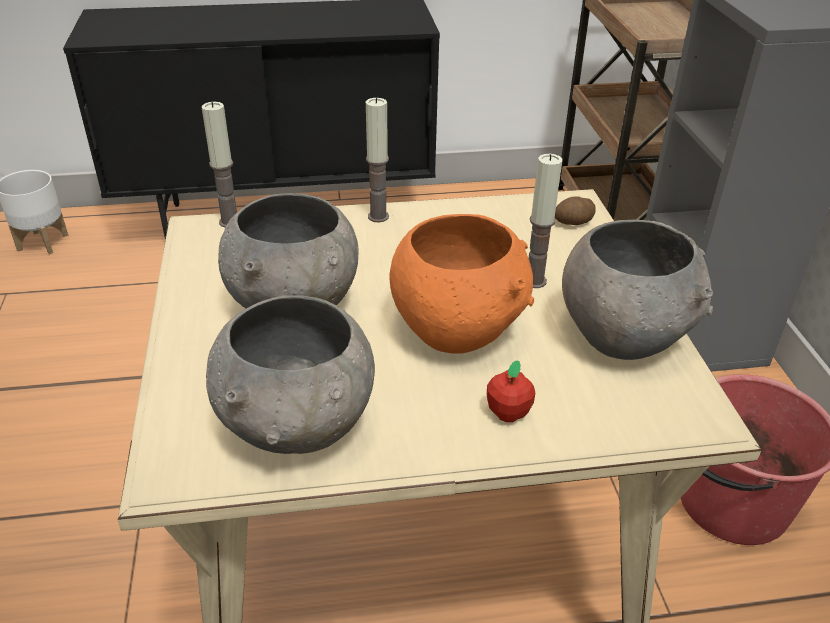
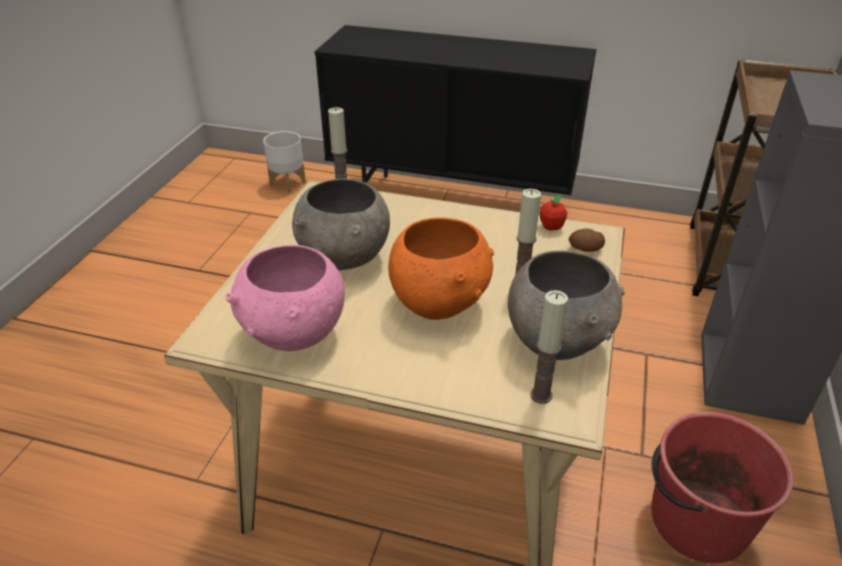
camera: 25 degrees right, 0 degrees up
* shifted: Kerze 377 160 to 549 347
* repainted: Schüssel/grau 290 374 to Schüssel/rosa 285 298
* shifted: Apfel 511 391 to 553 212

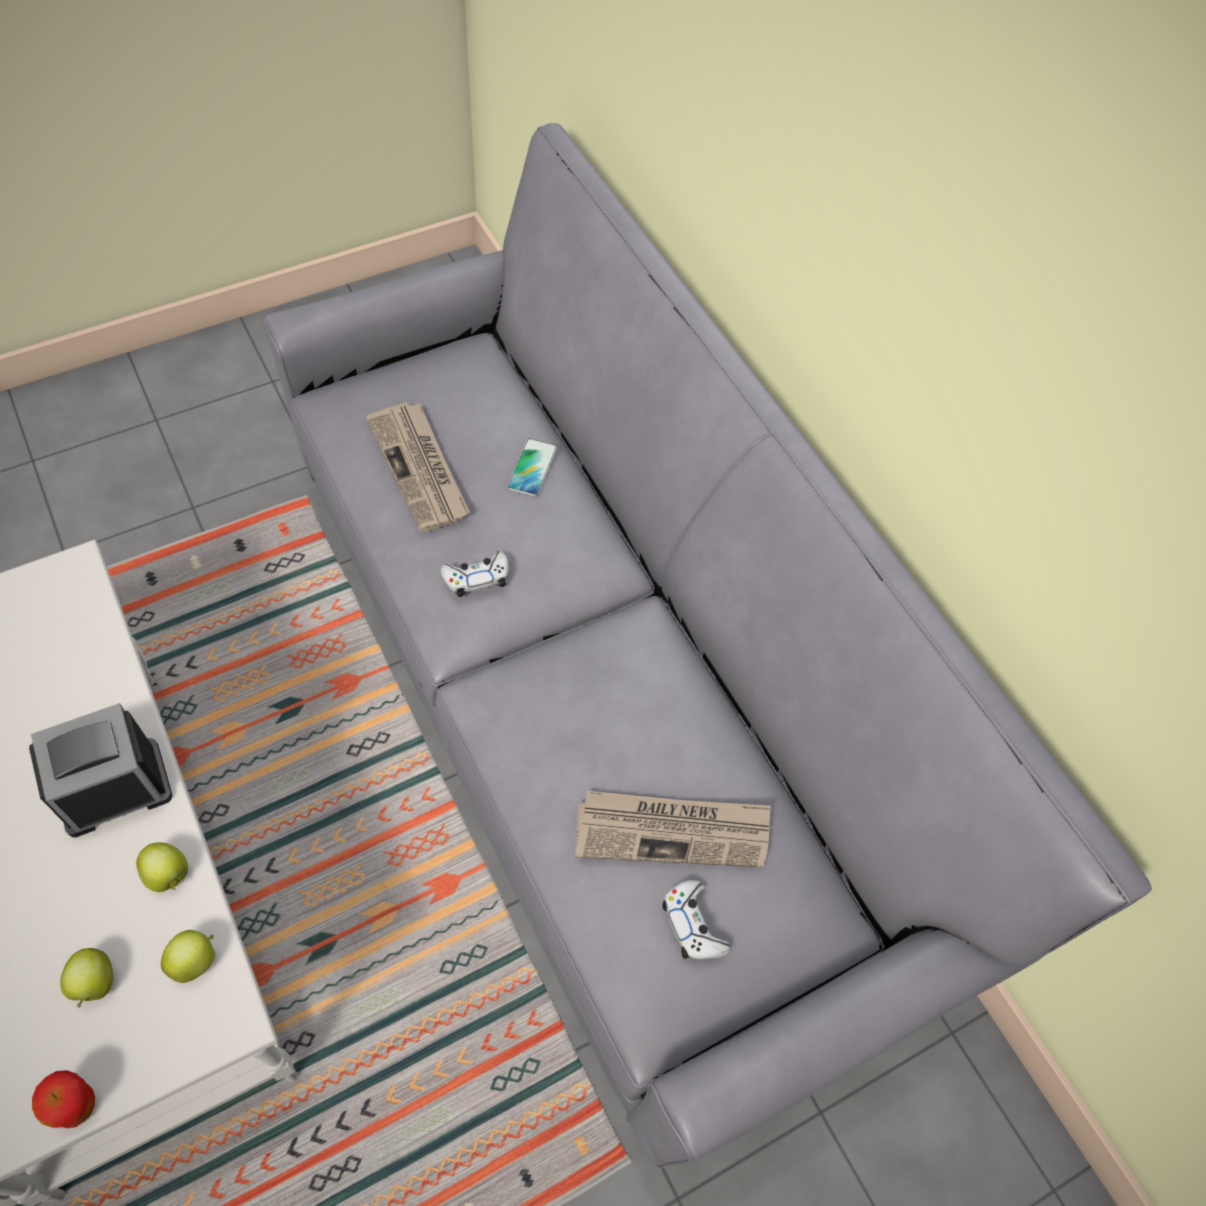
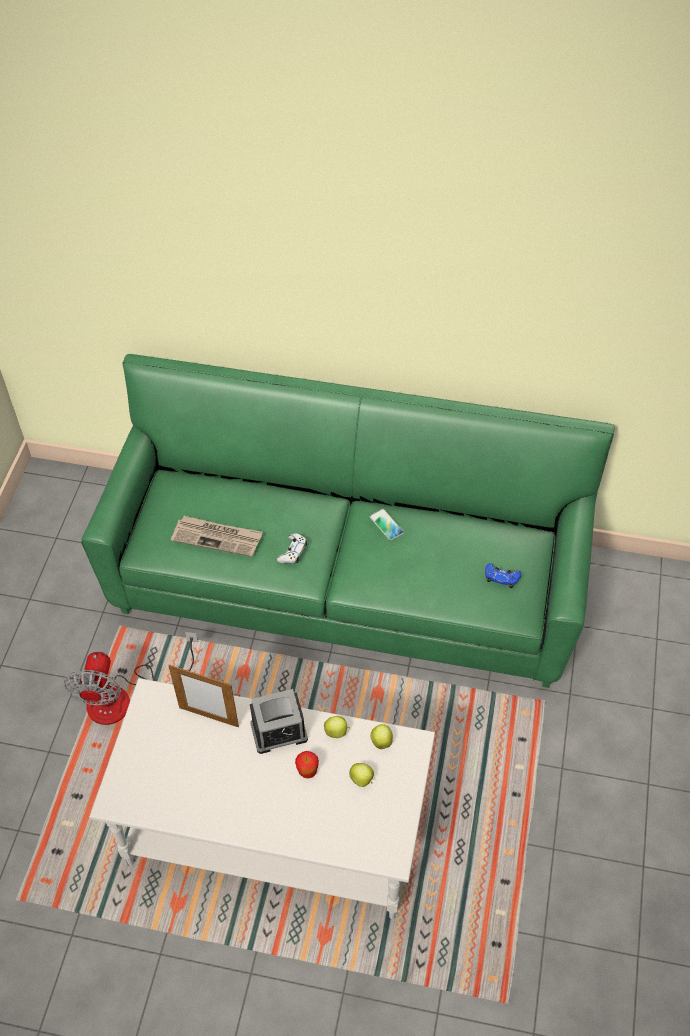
camera: 45 degrees left, 5 degrees down
* repainted: Sofa/grau 707 646 to Sofa/grün 348 521
* shifted: Handy 532 467 to 387 525
* rotated: Wecker 101 770 = 279 721 120 degrees counterclockwise
* gone: Zeitung 673 829
* repainted: Gamepad/weiß 696 919 to Gamepad/blau 503 575
* shifted: Apfel 63 1099 to 307 764
* new: Ventilator 131 678
* new: Bilderrahmen 203 696

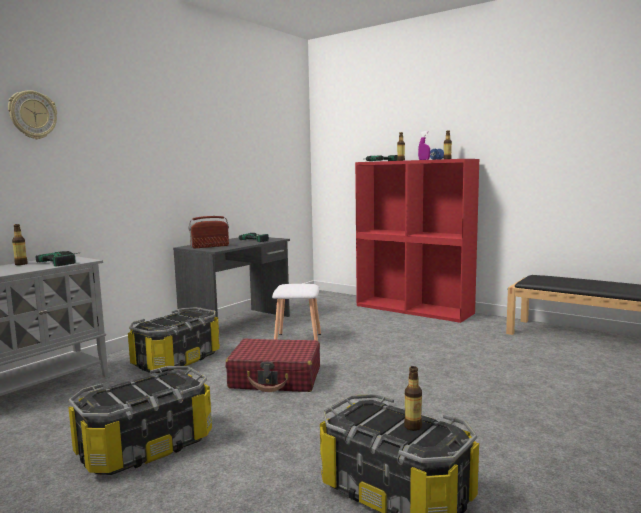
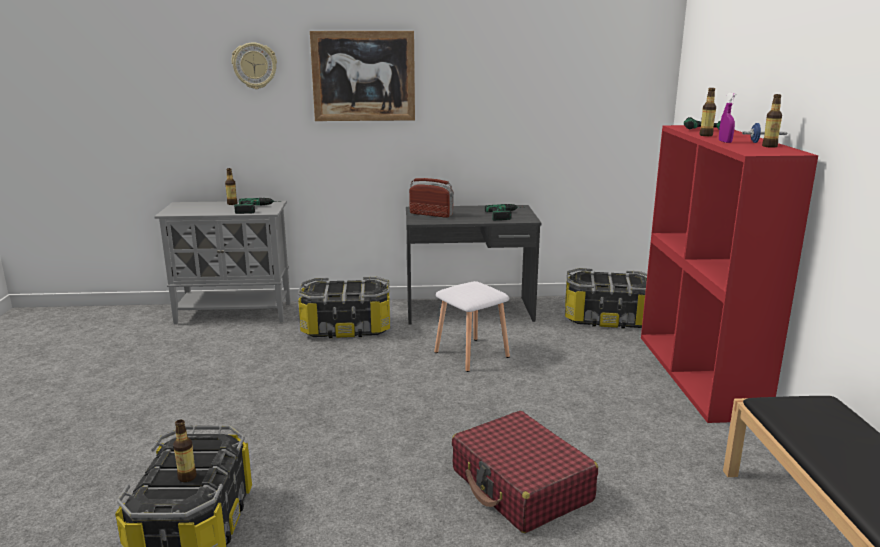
camera: 50 degrees right, 10 degrees up
* shifted: Koffer/rot 272 365 to 525 472
* shifted: Aufbewahrungsbox 140 420 to 606 298
* new: Bild 362 76

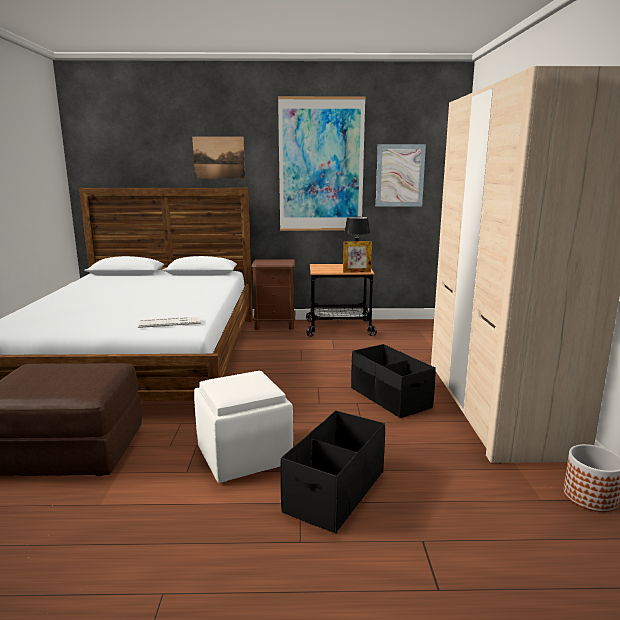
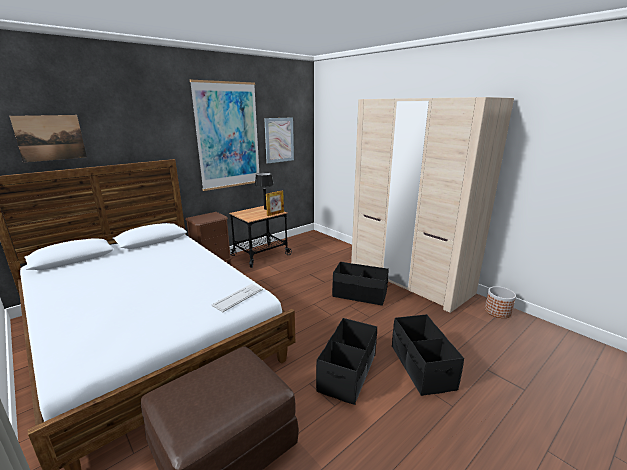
camera: 40 degrees left, 5 degrees up
* shifted: Bild 218 157 to 48 138
* swapped: Polsterhocker/weiß 243 427 to Aufbewahrungsbox/schwarz 346 361

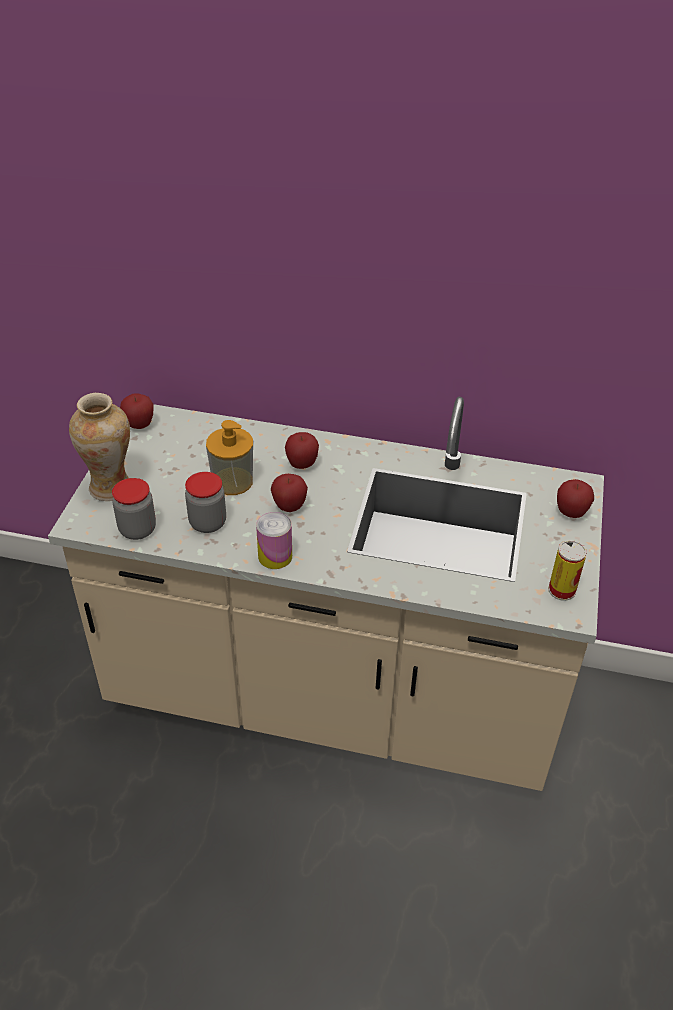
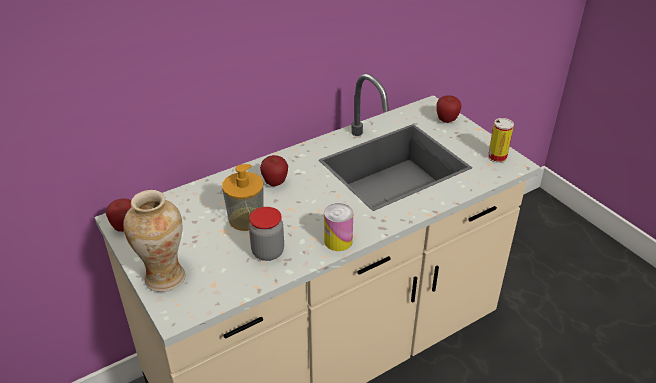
camera: 45 degrees left, 5 degrees down
* gone: Apfel 289 493
* gone: Vorratsglas 134 509

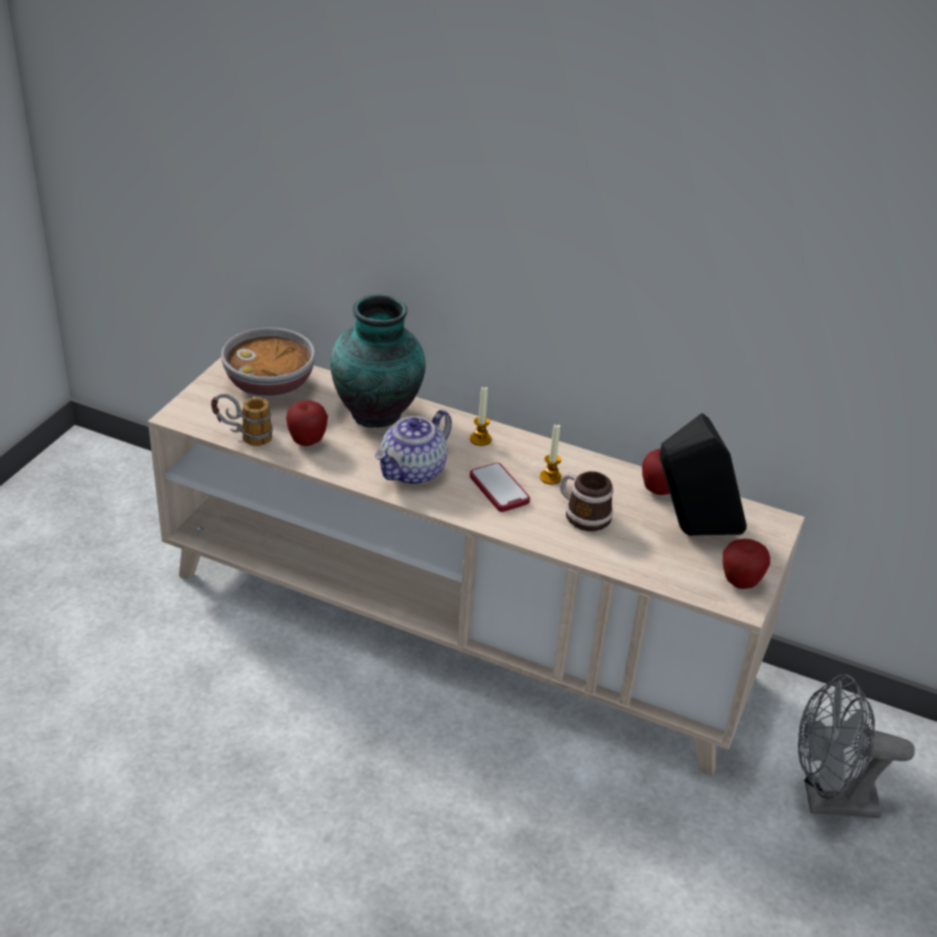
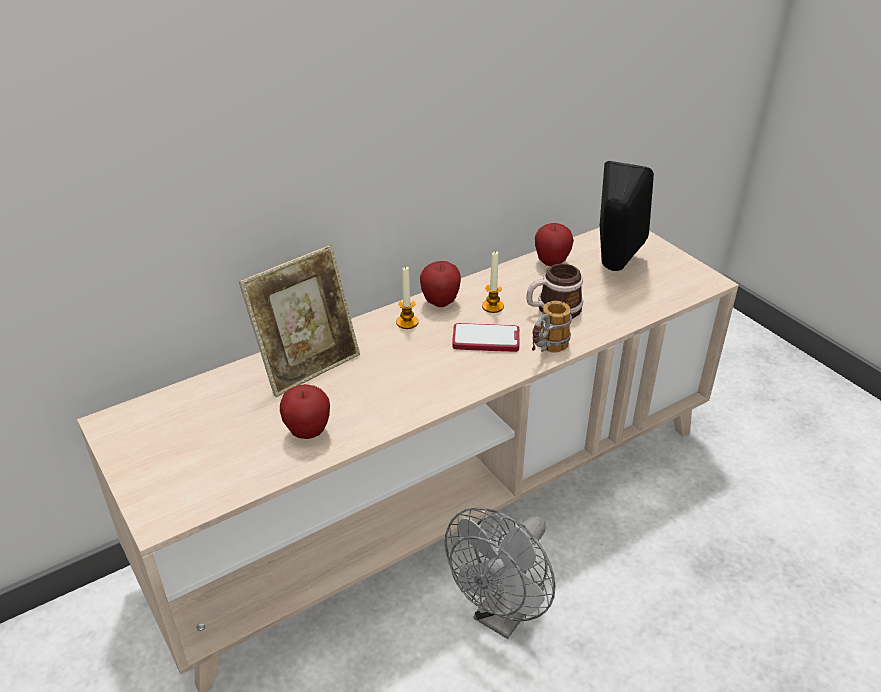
camera: 55 degrees left, 0 degrees up
* swapped: Vase 378 361 to Bilderrahmen 299 321
* gone: Schüssel 268 363
* shifted: Henkelbecher 242 420 to 552 326
* gone: Teekanne 413 447
* shifted: Apfel 746 564 to 440 284
* shifted: Ventilator/grau 856 746 to 500 573

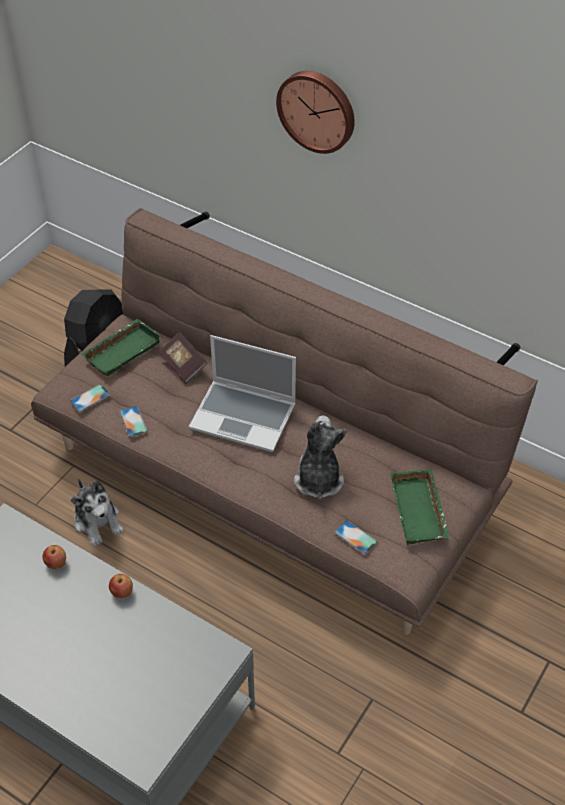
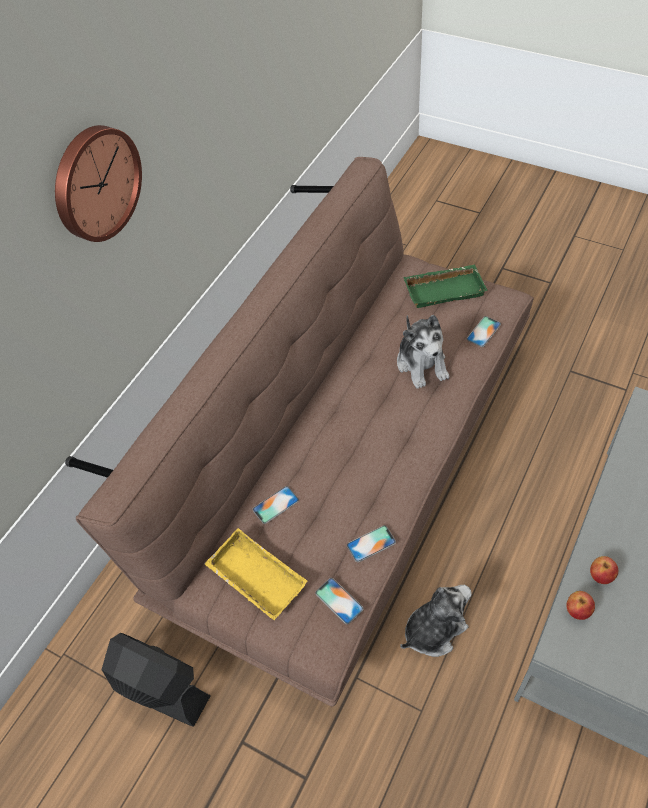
camera: 90 degrees left, 5 degrees up
* repainted: Tablett/grün 121 347 to Tablett/gelb 256 574
* swapped: Buch 182 358 to Handy 275 505
* gone: Laptop 242 393
* rotated: Plüschtier 320 457 = 423 352 105 degrees counterclockwise
* shifted: Apfel 121 586 to 580 605

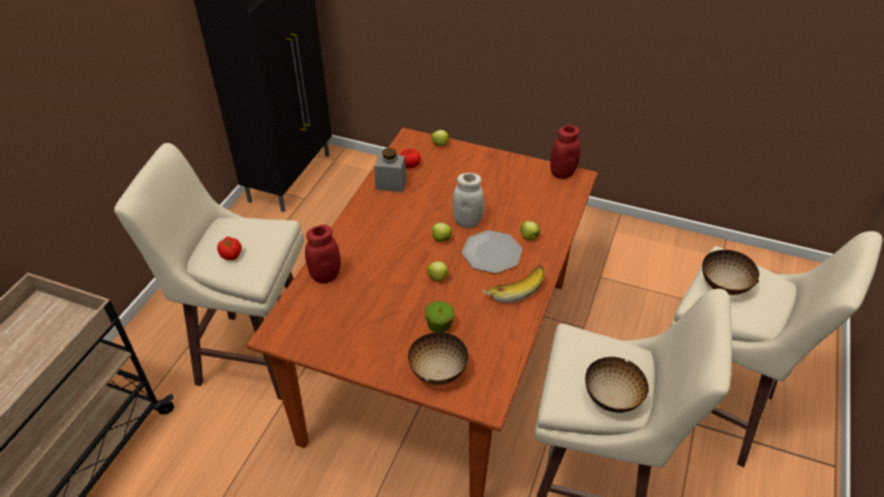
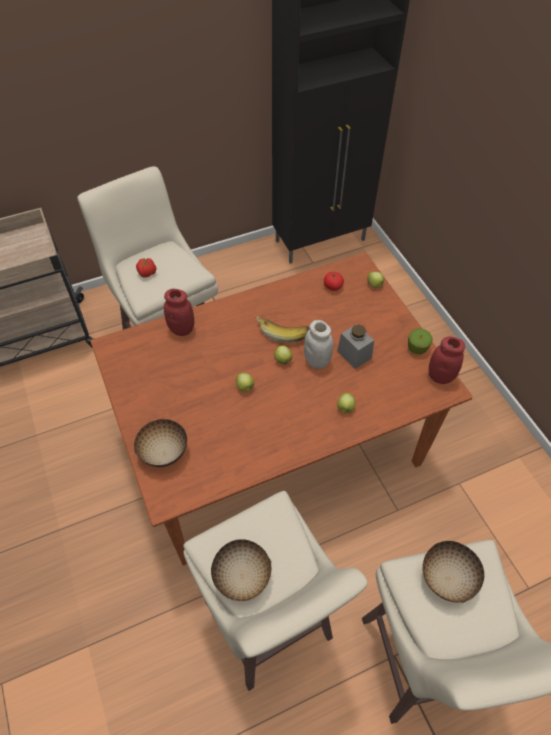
camera: 45 degrees right, 10 degrees up
* shifted: Vorratsglas/grau 391 170 to 355 346
* gone: Teller 492 251
* shifted: Banane 513 284 to 283 329
* shifted: Apfel 439 316 to 420 341

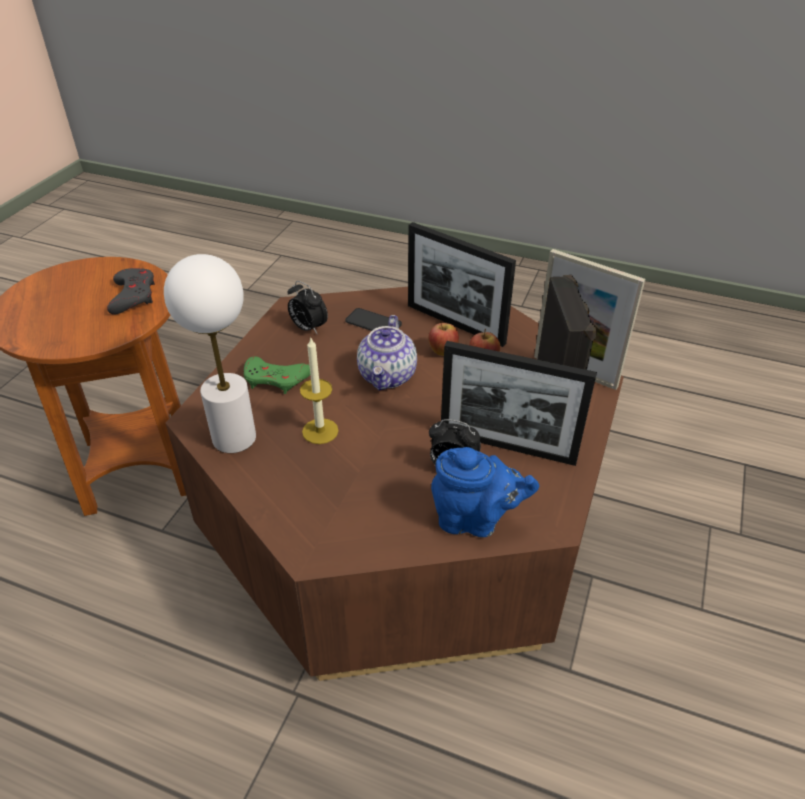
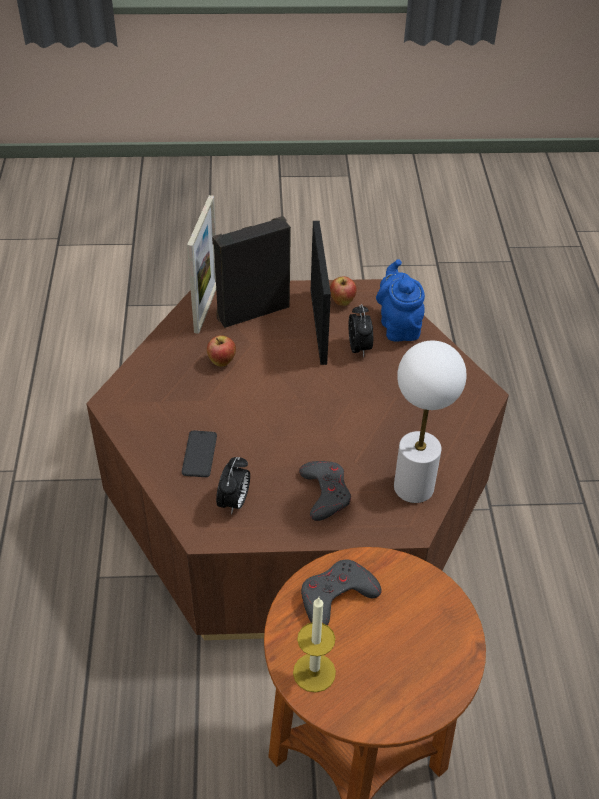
camera: 115 degrees left, 5 degrees up
* gone: Bilderrahmen 462 284
* gone: Teekanne 387 352
* shifted: Apfel 443 338 to 343 291
* shifted: Kerze 319 391 to 314 645
* repainted: Gamepad/grün 276 375 to Gamepad/grau 325 491

